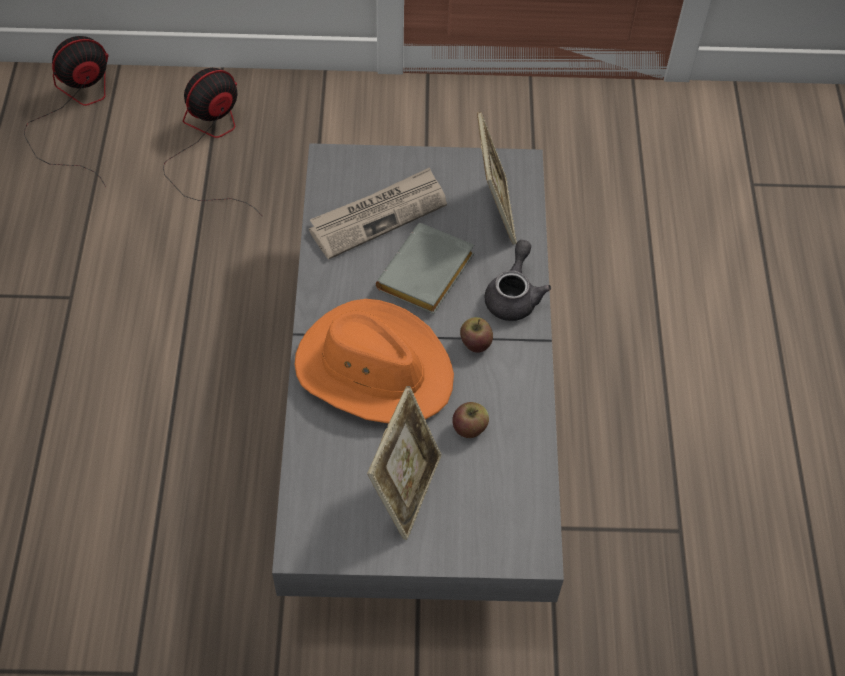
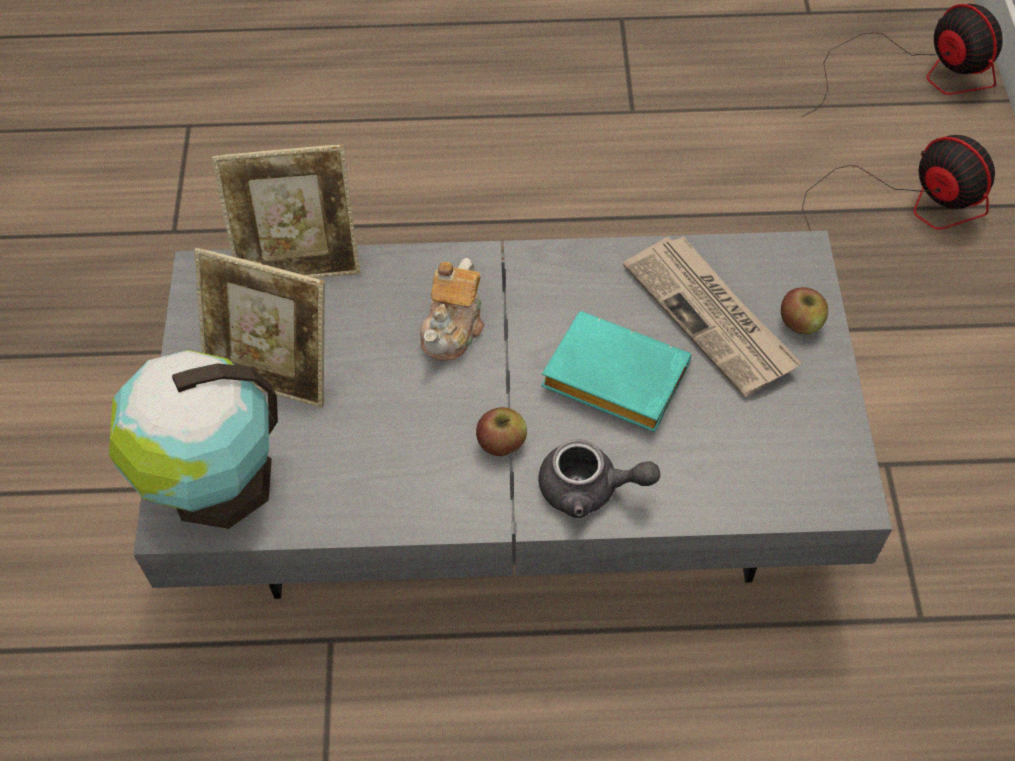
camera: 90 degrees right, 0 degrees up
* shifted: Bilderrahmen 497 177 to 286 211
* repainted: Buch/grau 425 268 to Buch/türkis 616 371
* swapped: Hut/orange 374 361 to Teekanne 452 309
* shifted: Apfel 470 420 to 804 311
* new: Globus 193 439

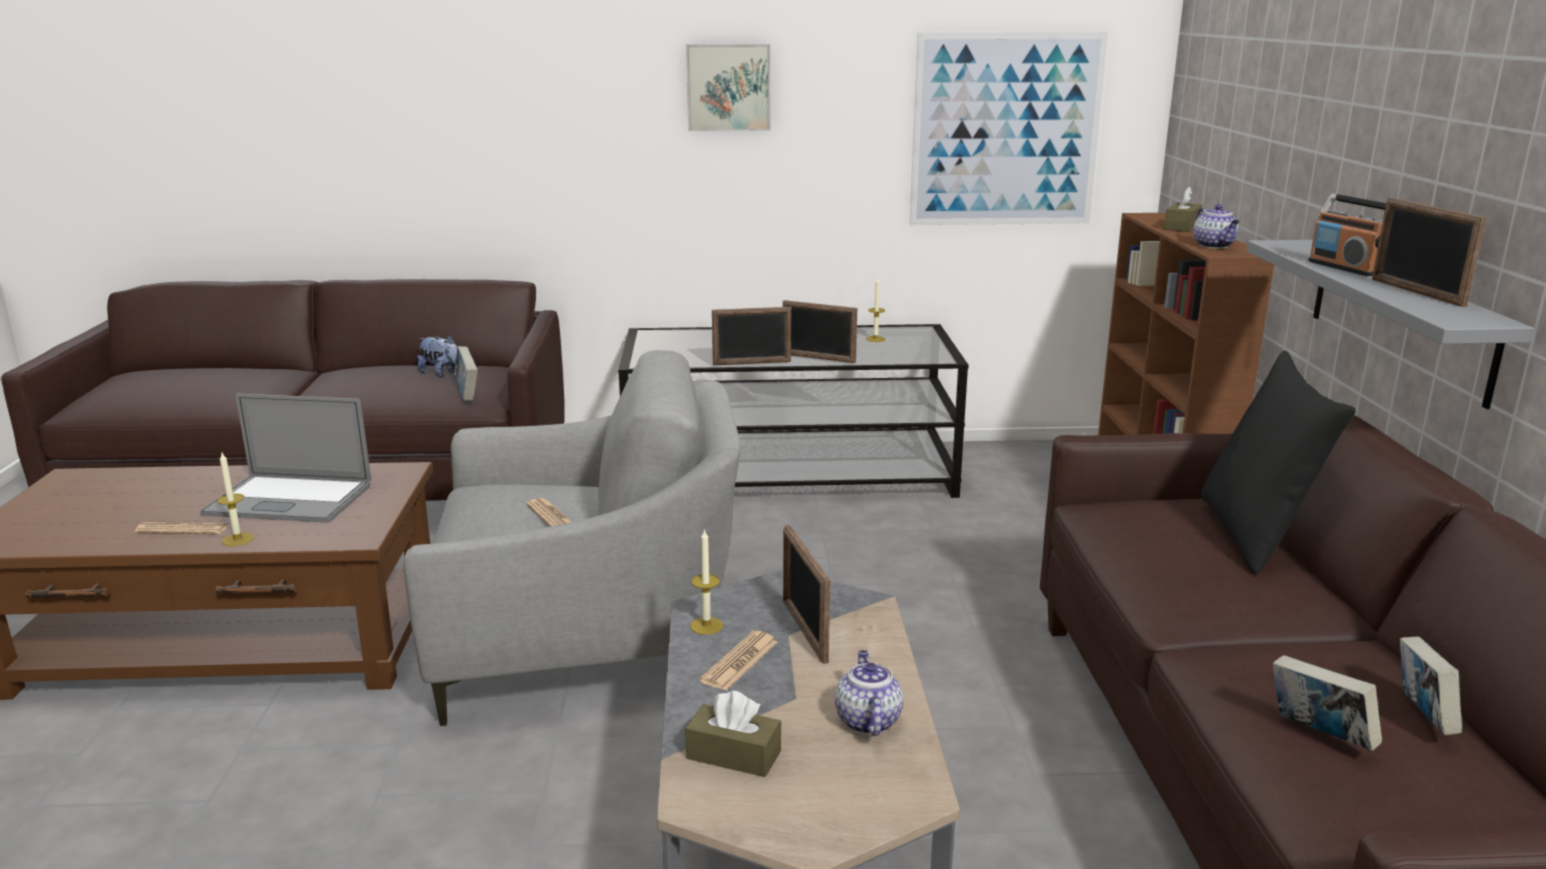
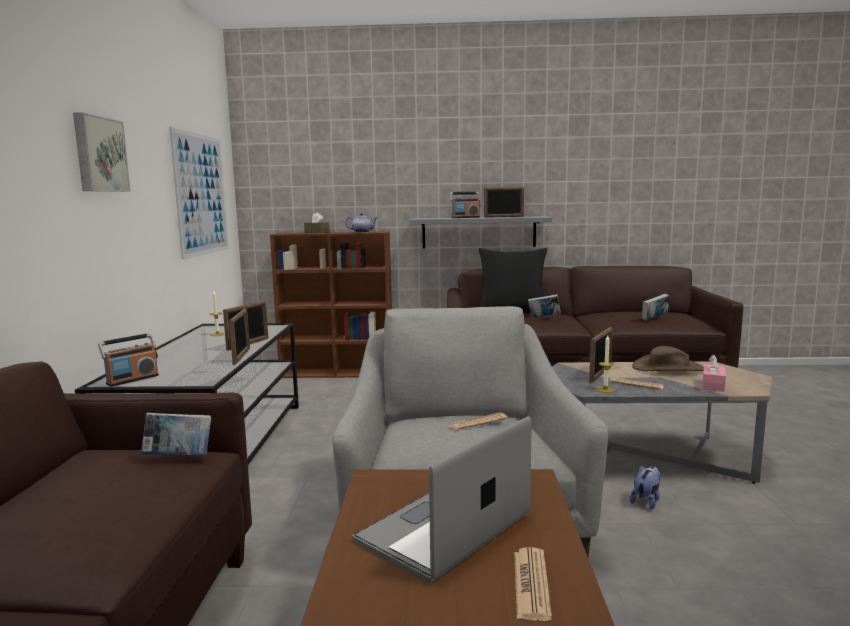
camera: 85 degrees left, 10 degrees down
* shifted: Plüschtier 437 356 to 645 487
* rotated: Laptop 285 458 = 442 499 150 degrees counterclockwise
* gone: Kerze 235 499
* rotated: Bilderrahmen 806 594 = 601 355 45 degrees counterclockwise
* shifted: Buch 1431 685 to 544 306
* swapped: Teekanne 869 693 to Hut/braun 668 358
* repainted: Taschentuchbox/braun 733 734 to Taschentuchbox/rosa 714 373
* new: Radio 128 360

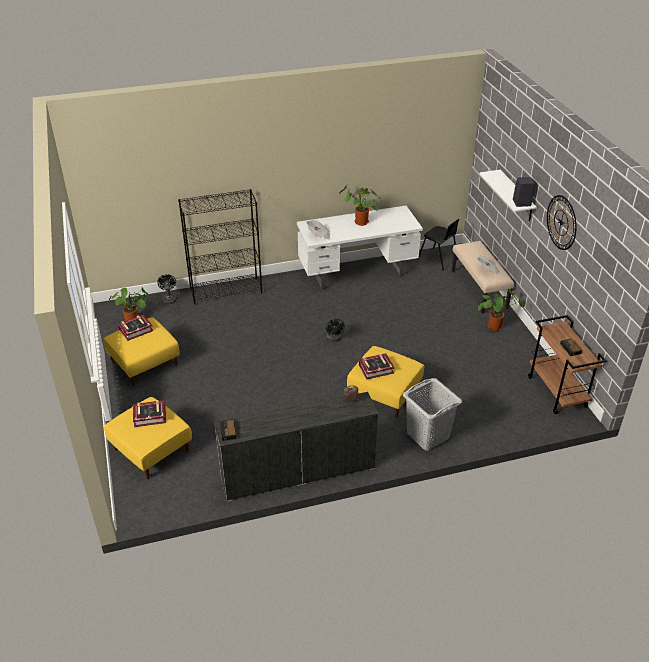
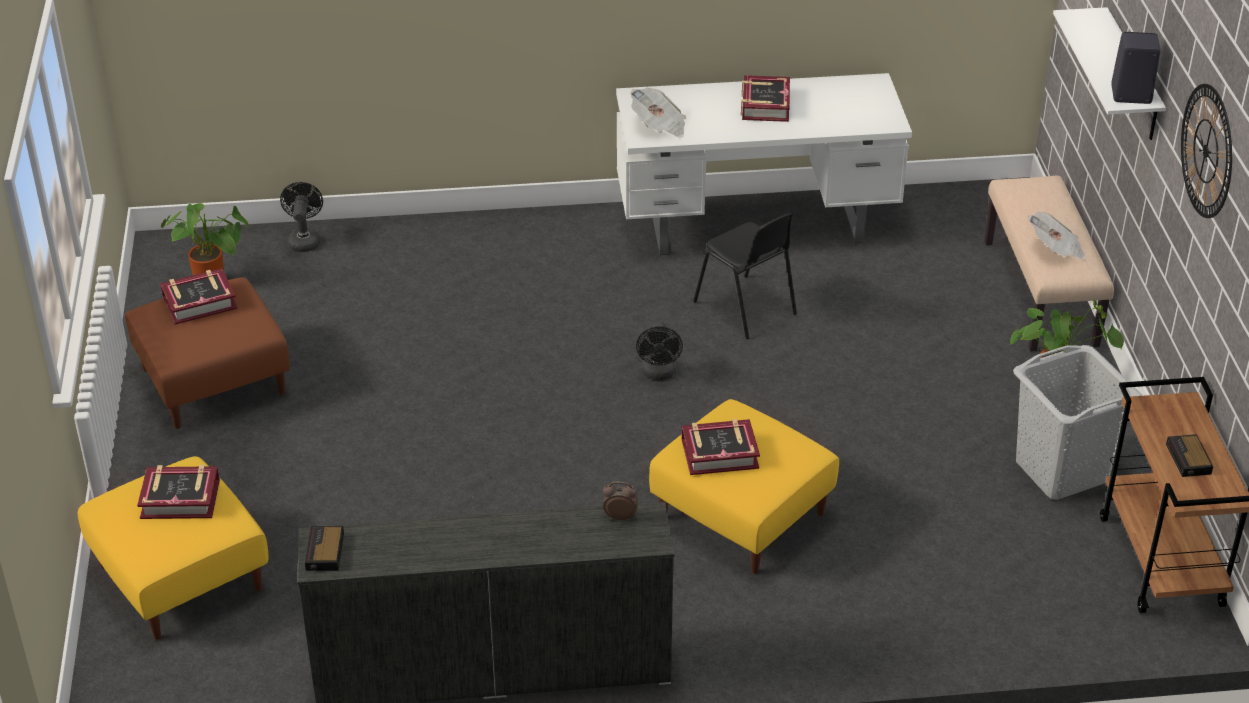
camera: 10 degrees right, 0 degrees up
* swapped: Topfpflanze 360 205 to Buch 765 98
* gone: Bücherregal/schwarz 220 247
* shifted: Stuhl/schwarz 438 244 to 745 275
* repainted: Polsterhocker/gelb 141 351 to Polsterhocker/braun 207 353
* shifted: Wäschekorb/grau 432 414 to 1077 422

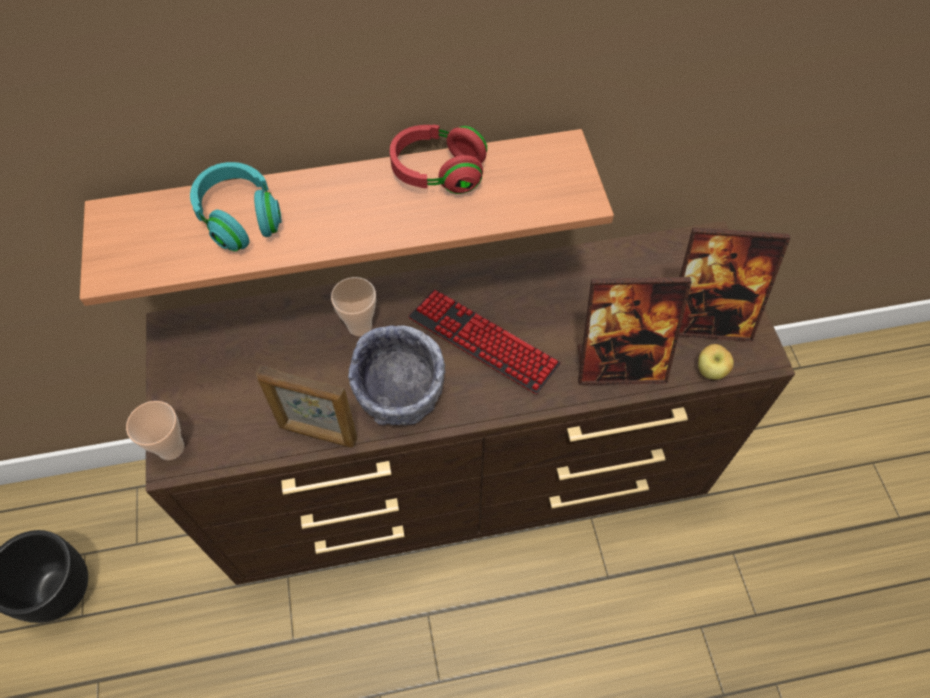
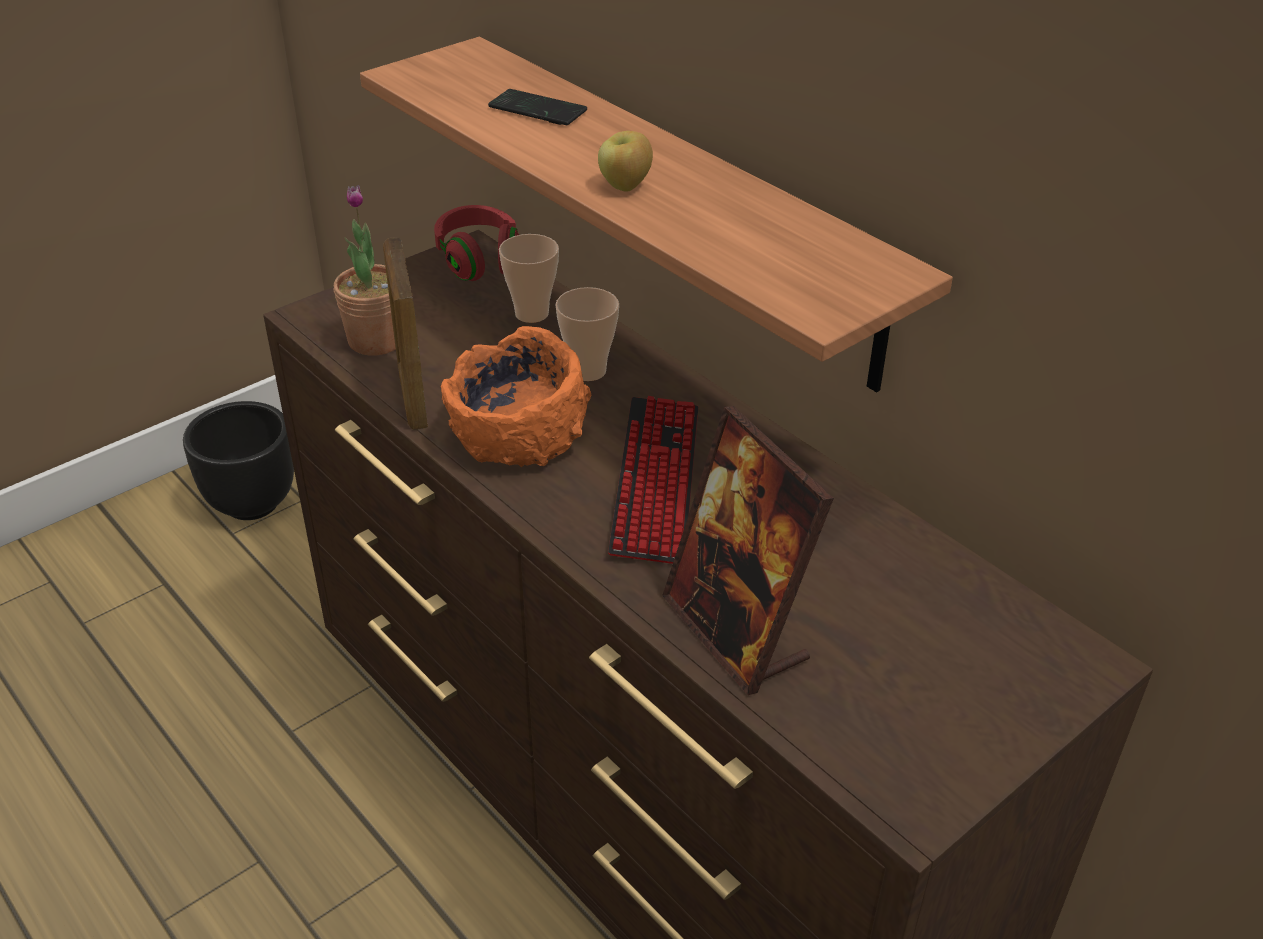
camera: 60 degrees right, 20 degrees down
* shifted: Kopfhörer/rot 438 159 to 476 243
* swapped: Kopfhörer/türkis 236 206 to Handy 537 107
* gone: Bilderrahmen 734 284
* repainted: Schüssel/grau 396 375 to Schüssel/orange 516 396
* shifted: Apfel 716 362 to 625 161
* shifted: Tasse 155 430 to 529 278
* new: Topfpflanze 365 270

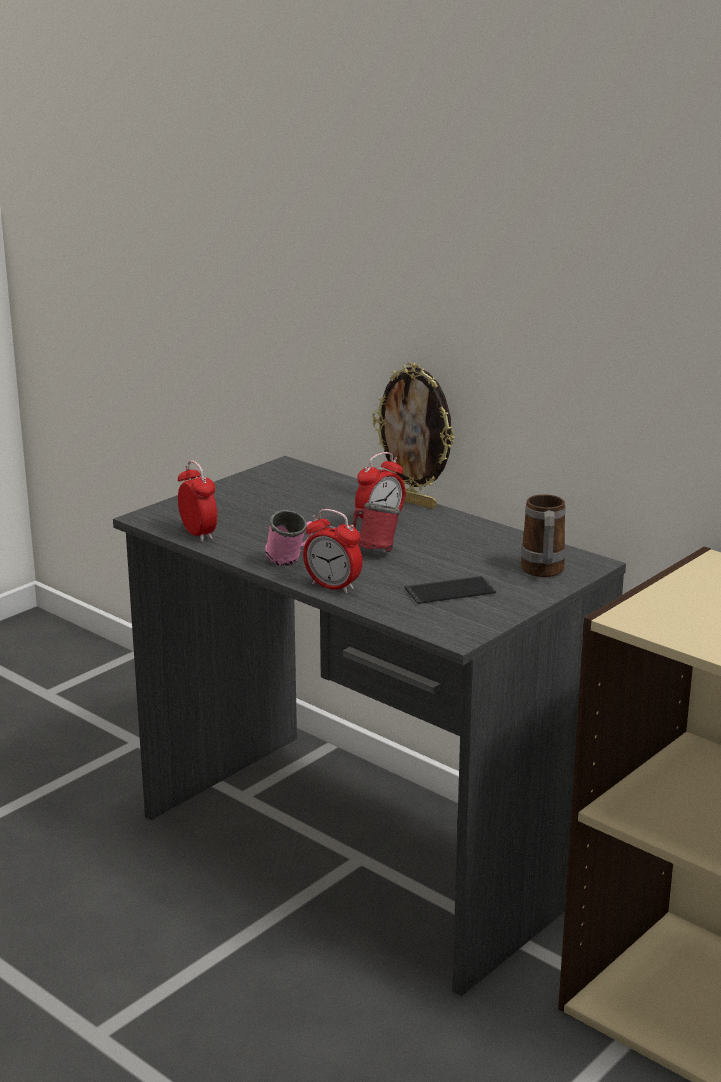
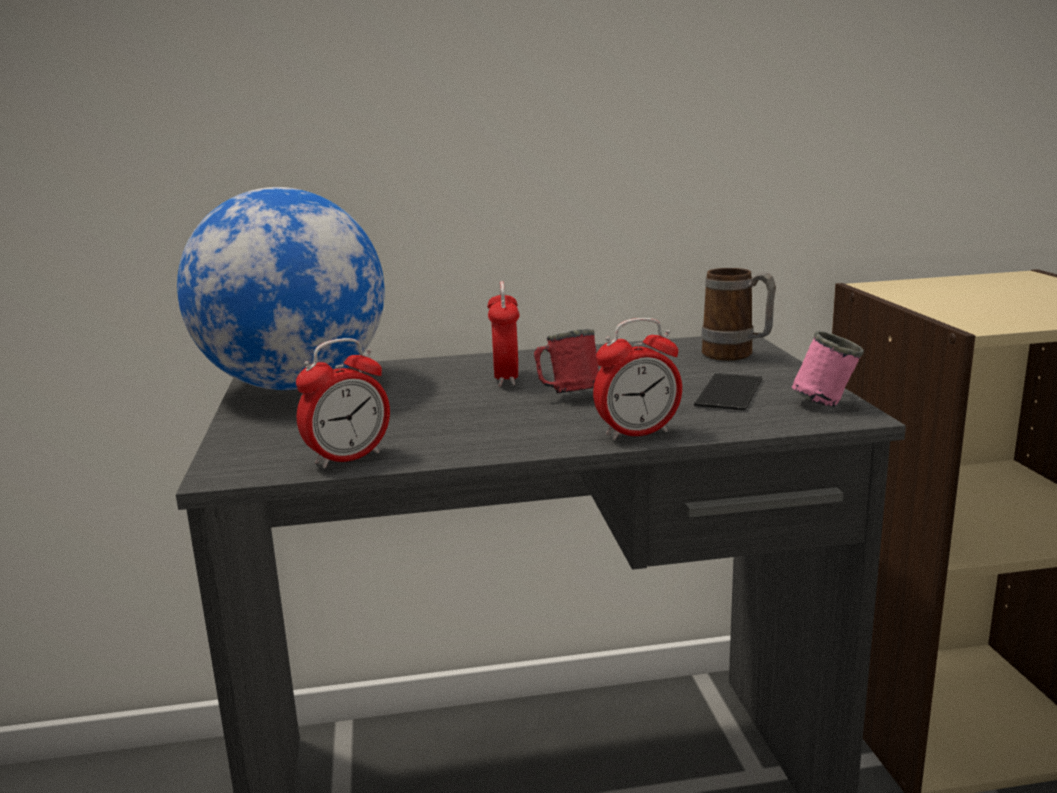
camera: 50 degrees left, 5 degrees down
* gone: Bilderrahmen 413 436
* rotated: Wecker 197 501 = 343 403 135 degrees clockwise
* shifted: Henkelbecher/rosa 288 538 to 828 369
* new: Globus 280 288

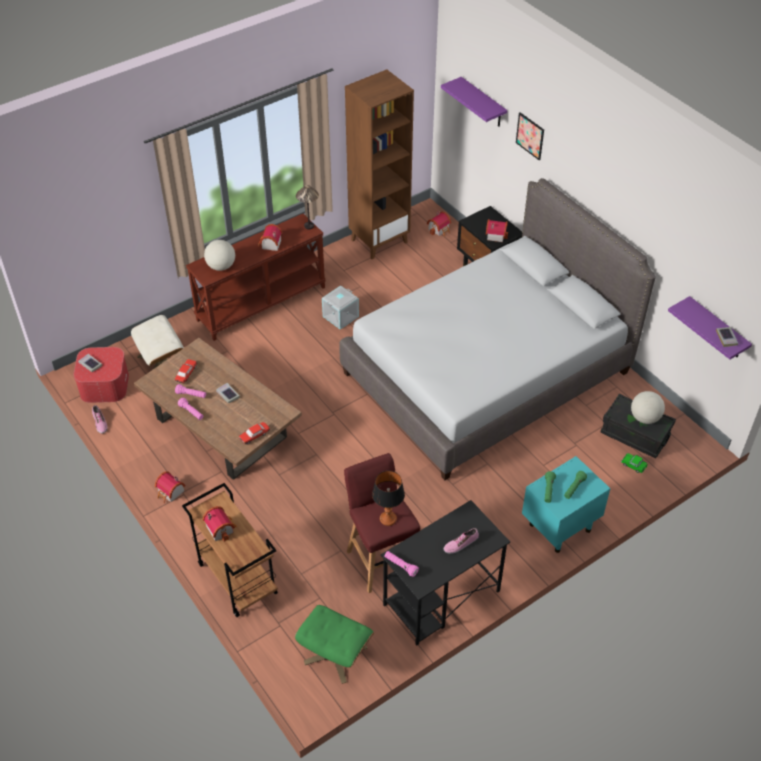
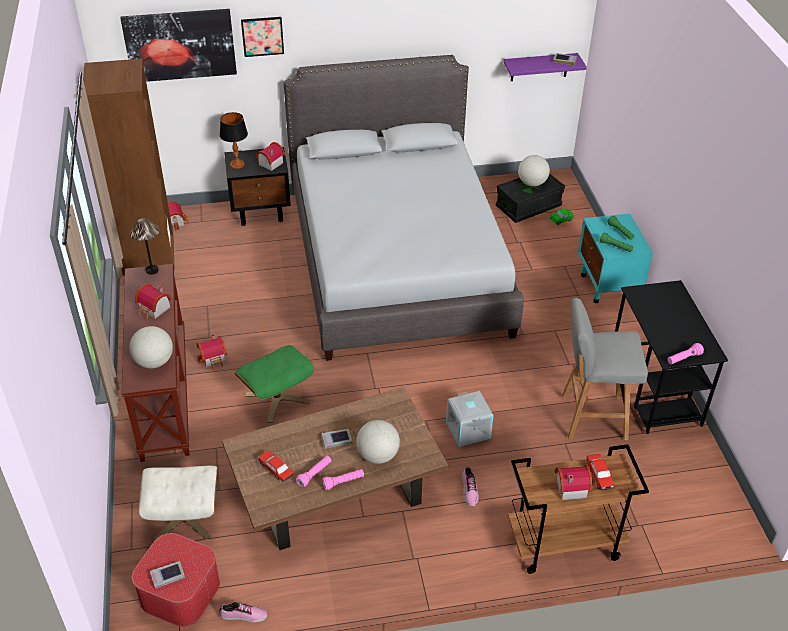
camera: 65 degrees left, 5 degrees down
* swapped: Wandregal/lila 474 102 to Bild 178 45
* shifted: Aufbewahrungsbox/grau 340 307 to 470 419
* shifted: Spielzeugauto 254 433 to 600 472
* repainted: Hocker/rot 382 523 to Hocker/grau 605 369
* shifted: Spielzeughaus 170 487 to 212 352
* shifted: Tischlampe 388 498 to 234 140
* shifted: Schuh 461 541 to 470 486
* shifted: Polsterhocker/grün 334 644 to 275 384
* new: Globus 378 442

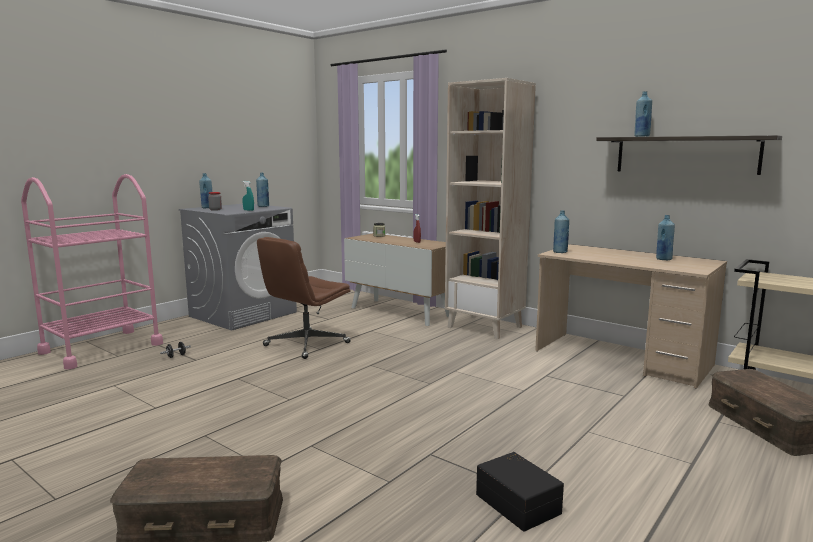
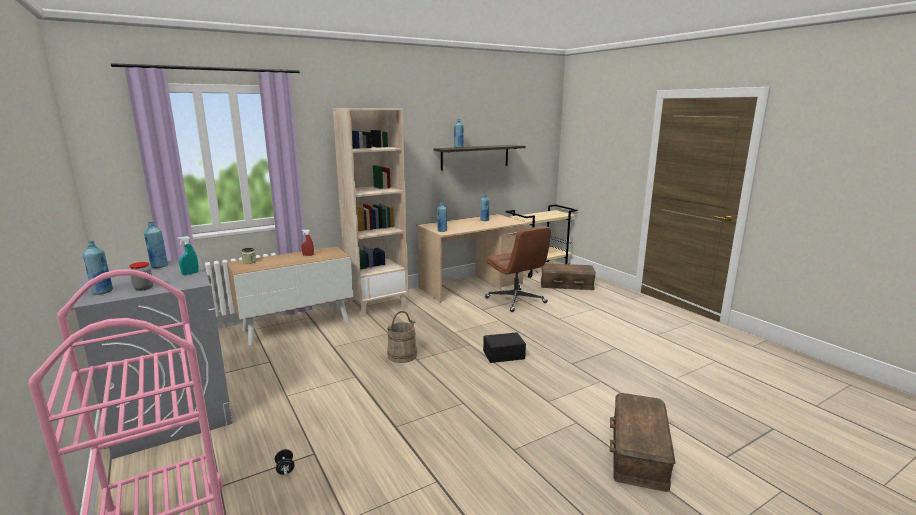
camera: 70 degrees left, 5 degrees up
* shifted: Bürostuhl/braun 304 298 to 518 269
* shifted: Aufbewahrungsbox/schwarz 520 491 to 504 347
* new: Eimer/beige 402 337

